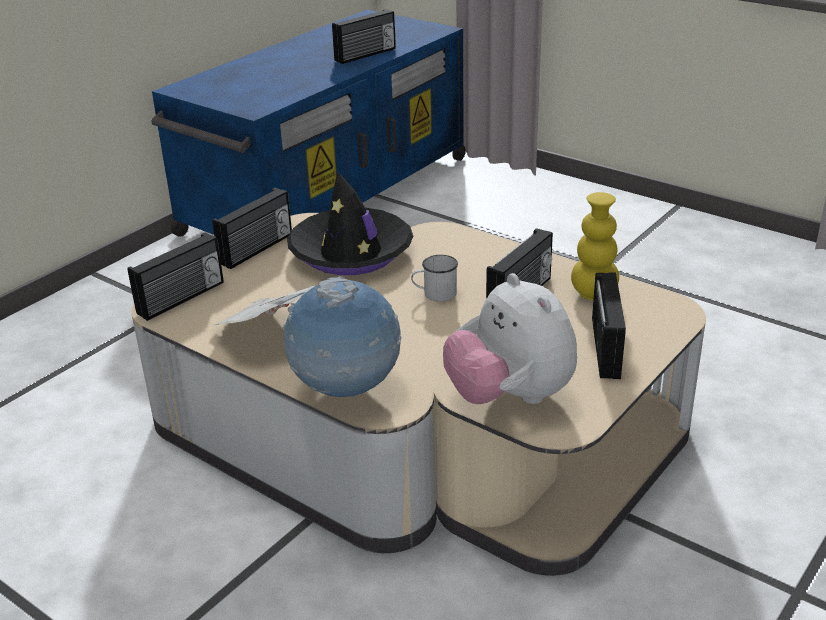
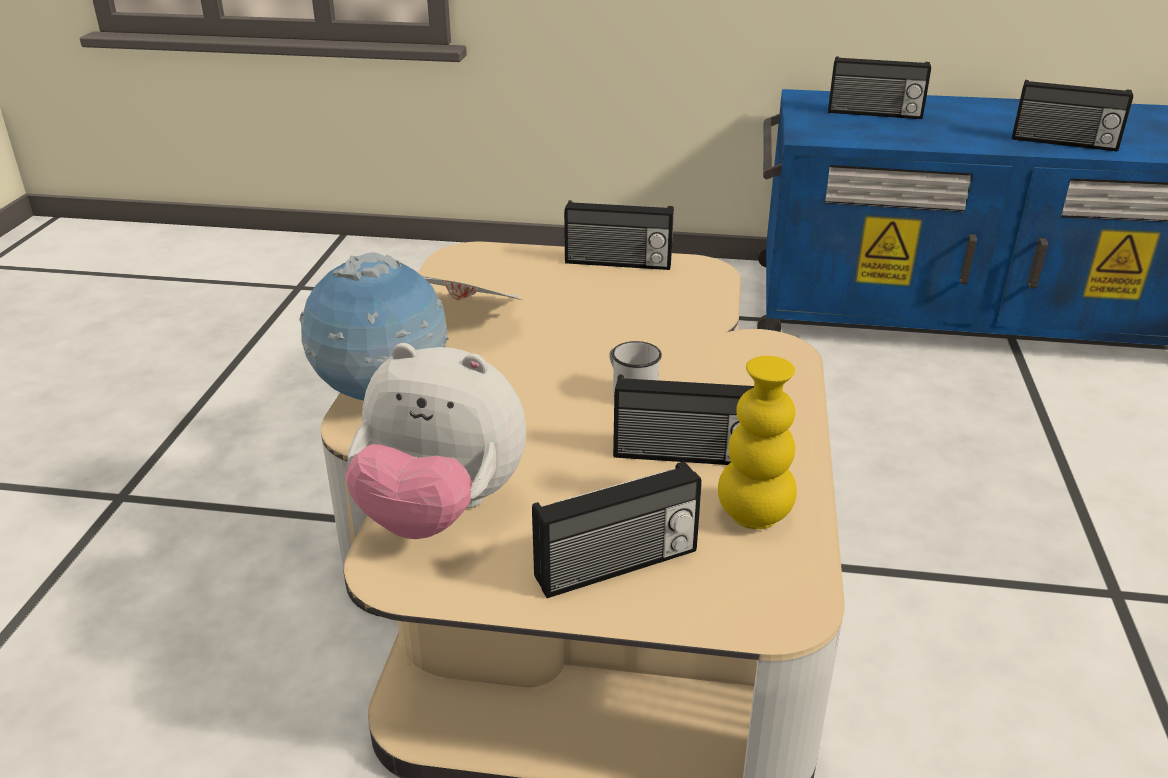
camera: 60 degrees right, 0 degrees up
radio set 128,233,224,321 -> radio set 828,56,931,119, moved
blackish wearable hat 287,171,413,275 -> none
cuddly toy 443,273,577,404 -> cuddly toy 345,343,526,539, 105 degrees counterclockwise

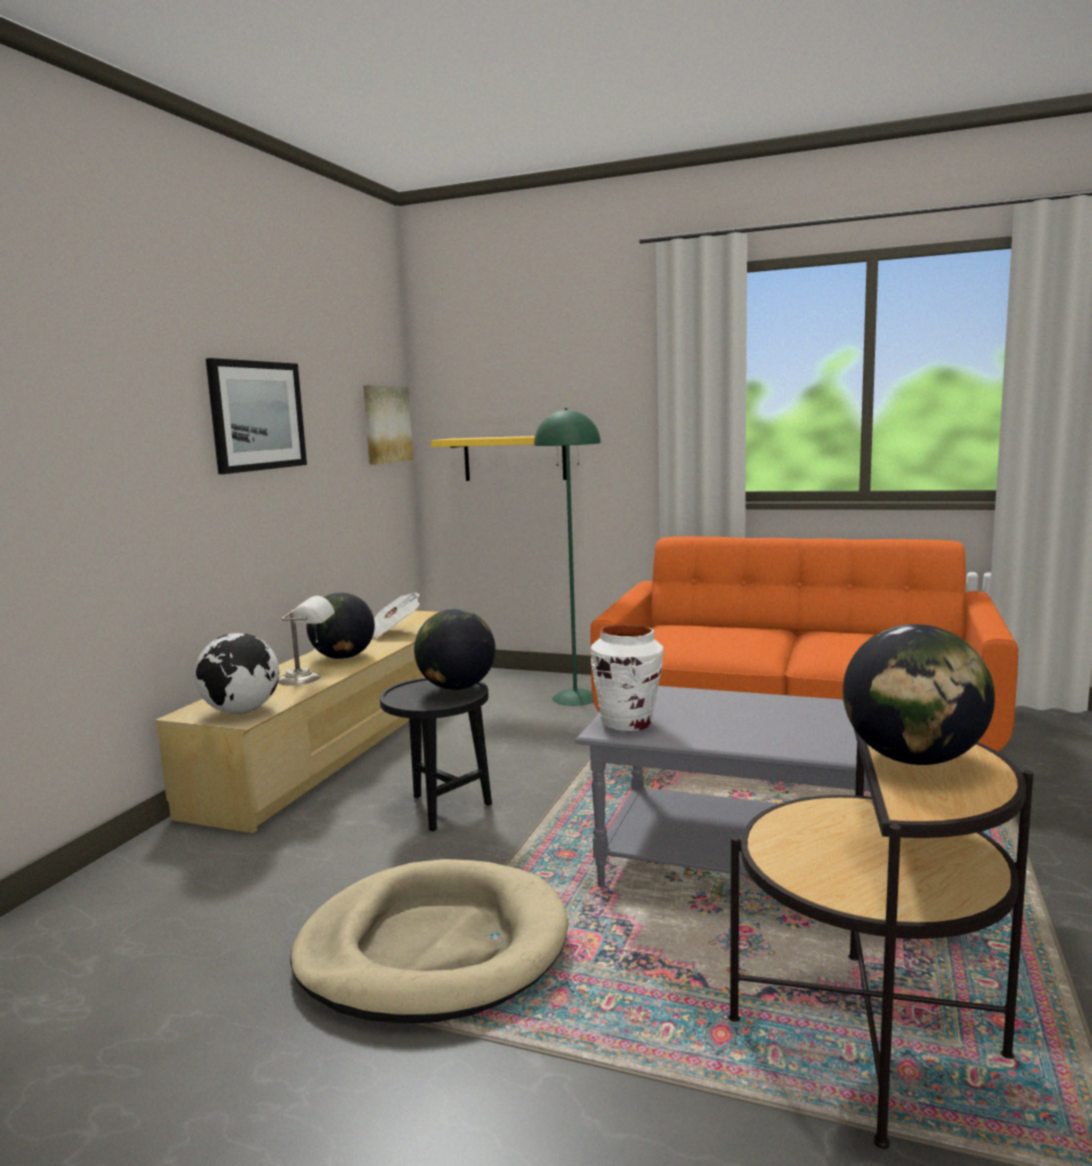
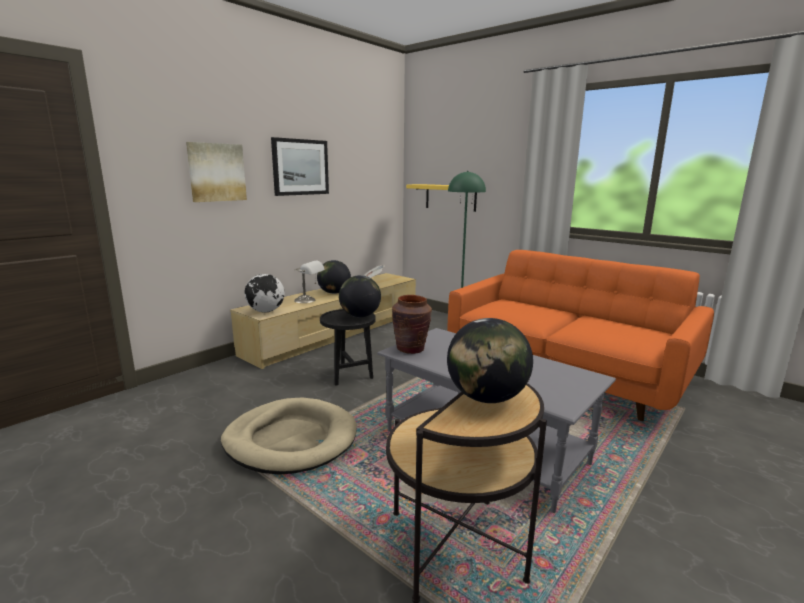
camera: 20 degrees right, 5 degrees up
wall art 363,385,413,465 -> wall art 186,142,247,202, moved
white decorative vase 591,624,664,731 -> brown-coloured decorative vase 392,295,432,354

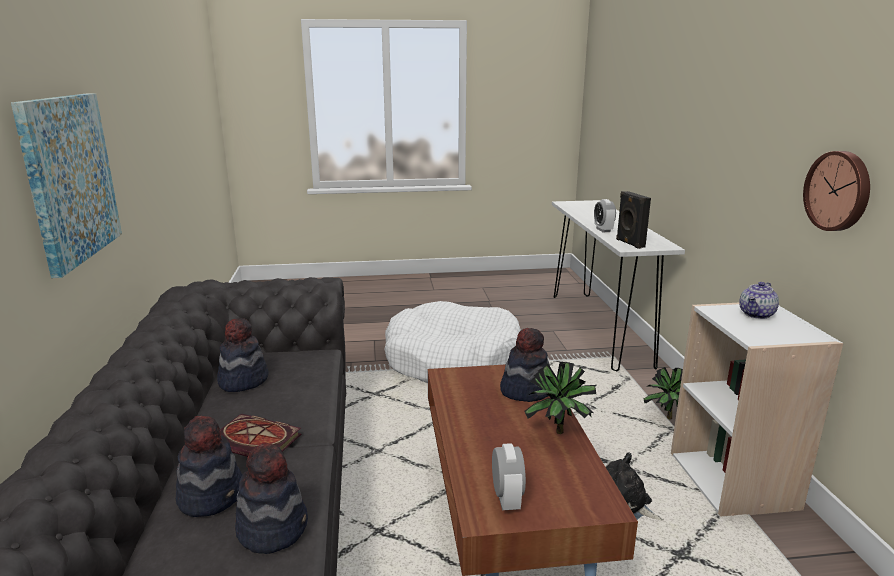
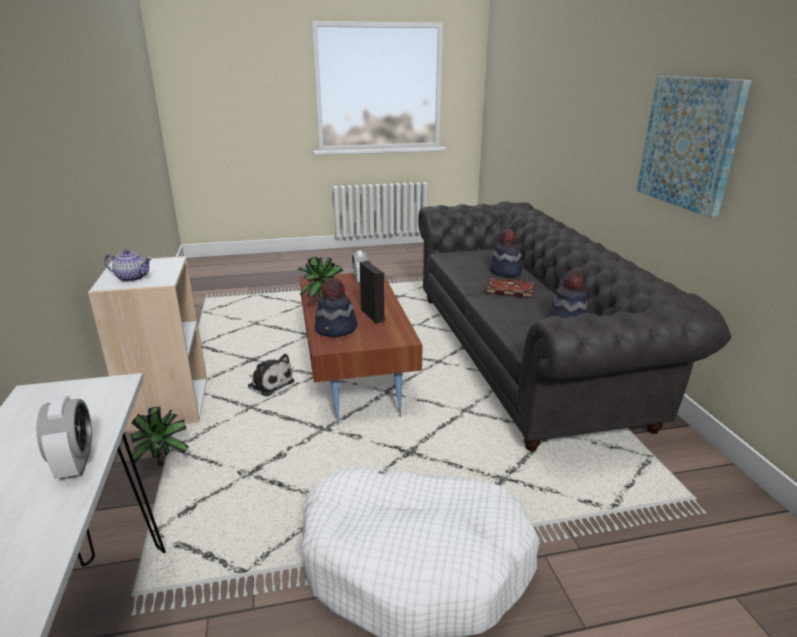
camera: 175 degrees right, 5 degrees up
wearable hat 235,444,308,554 -> none
blackish loudspeaker 616,191,651,249 -> blackish loudspeaker 360,260,385,323, moved
teapot 739,282,779,319 -> teapot 104,249,152,282, 60 degrees clockwise
clock on the wall 803,151,870,231 -> none

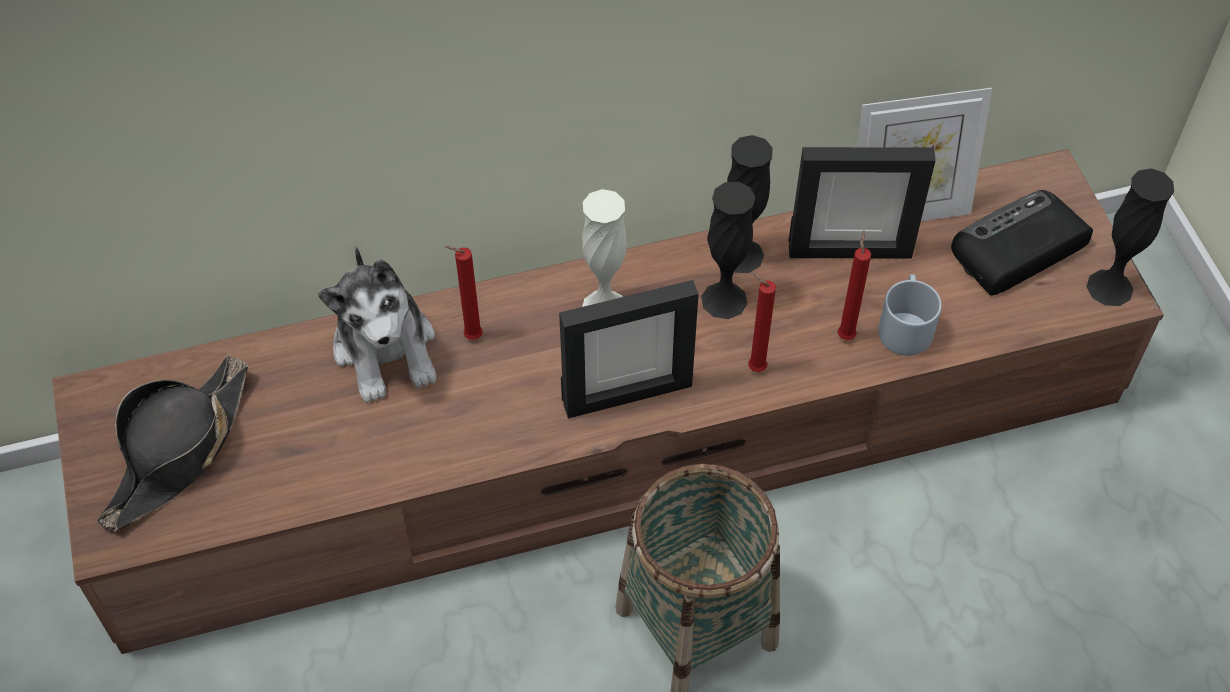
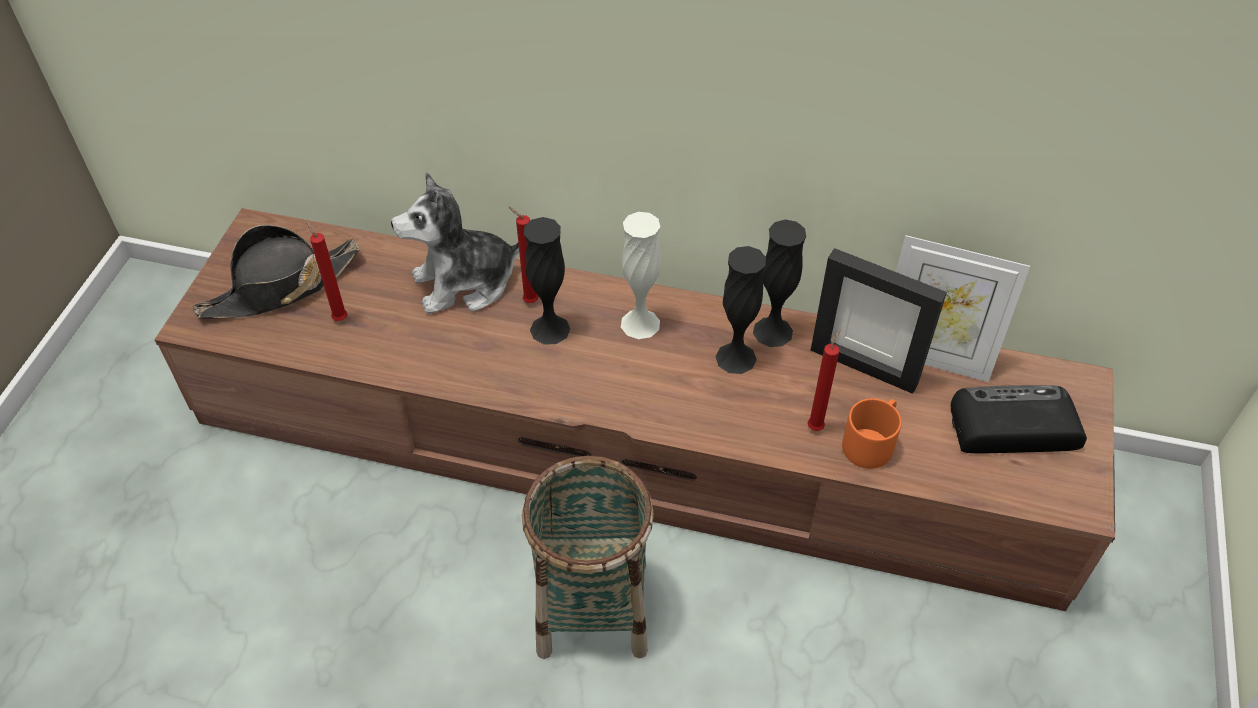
camera: 30 degrees right, 5 degrees down
cuddly toy 318,246,436,403 -> cuddly toy 391,172,519,314, 60 degrees clockwise
picture frame 559,280,699,418 -> none
reddish candle 748,272,776,372 -> reddish candle 306,220,348,321, moved
greyish mug 878,274,942,356 -> orange mug 842,398,902,469
blackish decorative vase 1086,169,1174,306 -> blackish decorative vase 524,217,570,345, moved

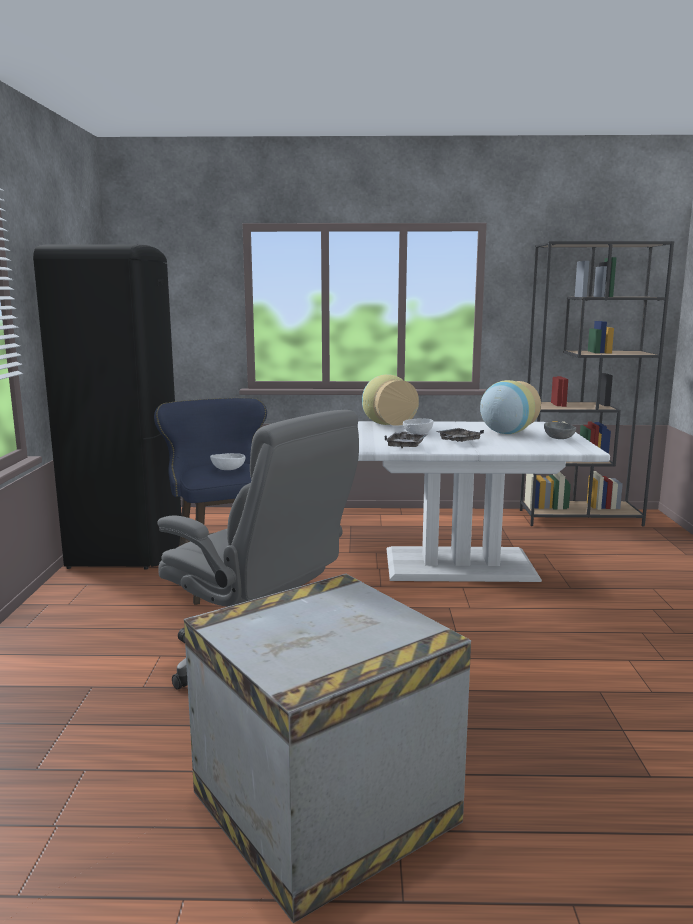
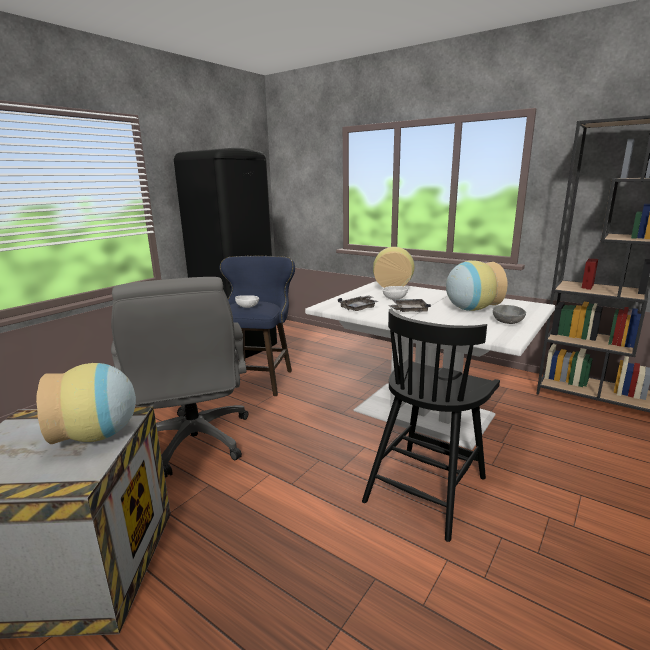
camera: 35 degrees right, 5 degrees up
none -> decorative vase 36,363,136,444
none -> blackish plain chair 362,308,500,542

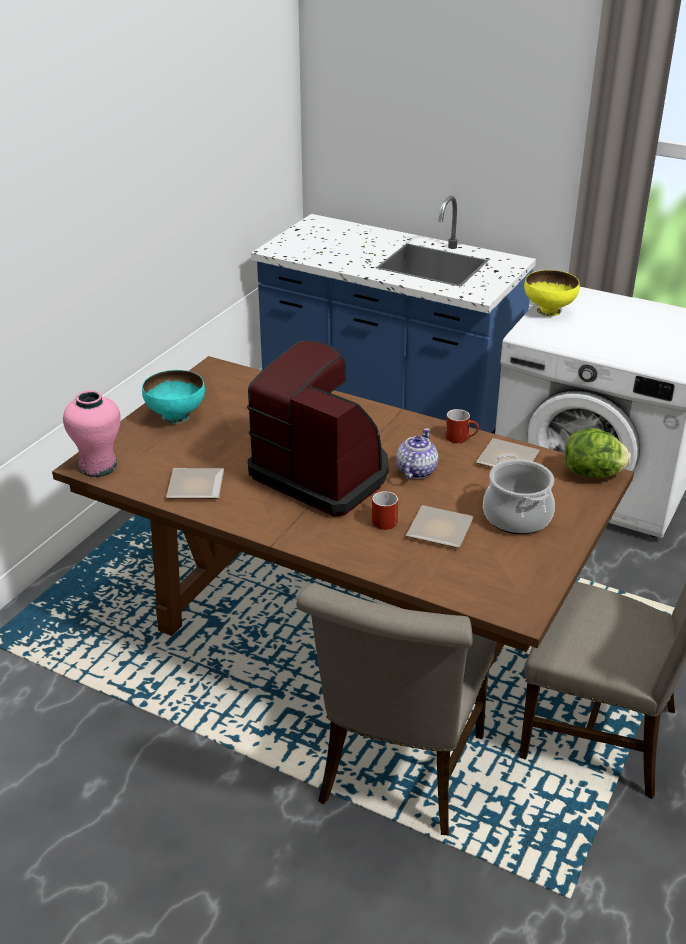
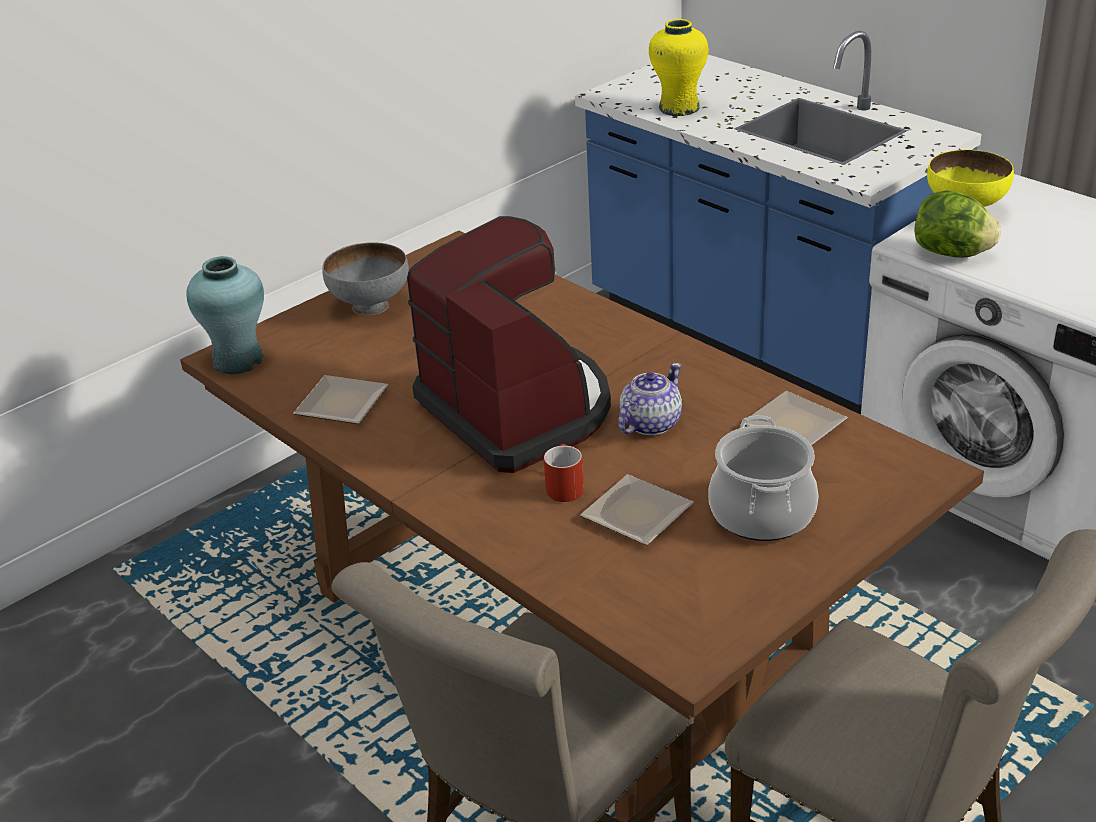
camera: 20 degrees right, 0 degrees up
pinkish decorative vase 63,390,121,477 -> turquoise decorative vase 186,256,264,374
turquoise serving bowl 142,370,205,423 -> greyish serving bowl 322,242,409,316
reddish mug 445,409,479,443 -> none
head of lettuce 565,428,631,478 -> head of lettuce 915,190,1001,258, moved
none -> yellowish decorative vase 649,19,709,116

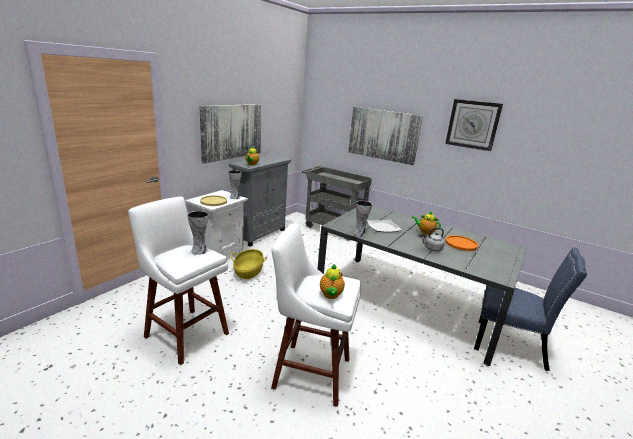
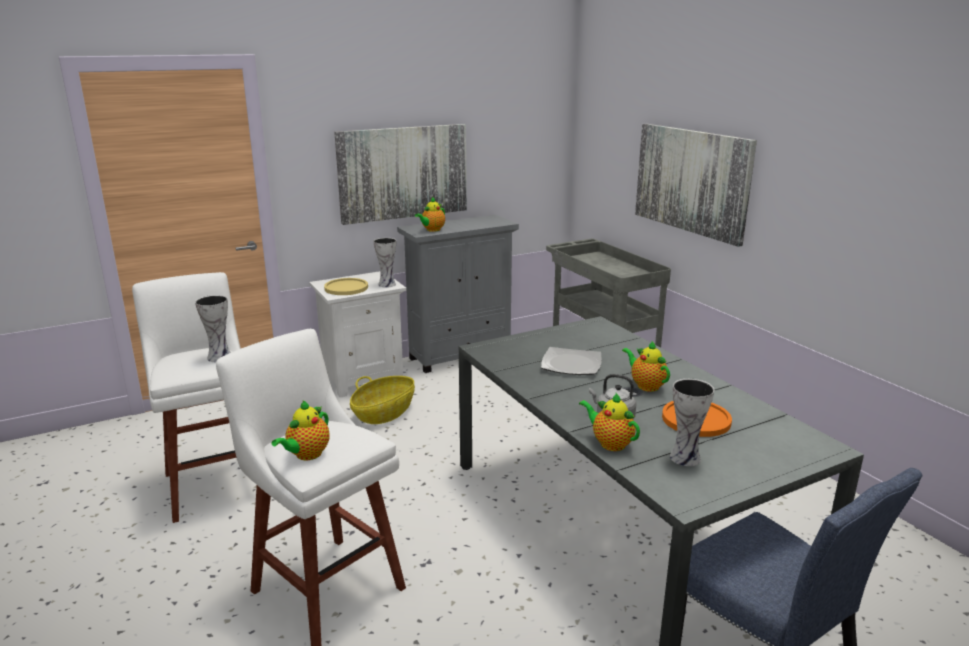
camera: 30 degrees right, 0 degrees up
decorative vase 354,200,372,237 -> decorative vase 670,379,714,466, moved
clock on the wall 445,99,503,151 -> none
none -> teapot 579,393,640,451

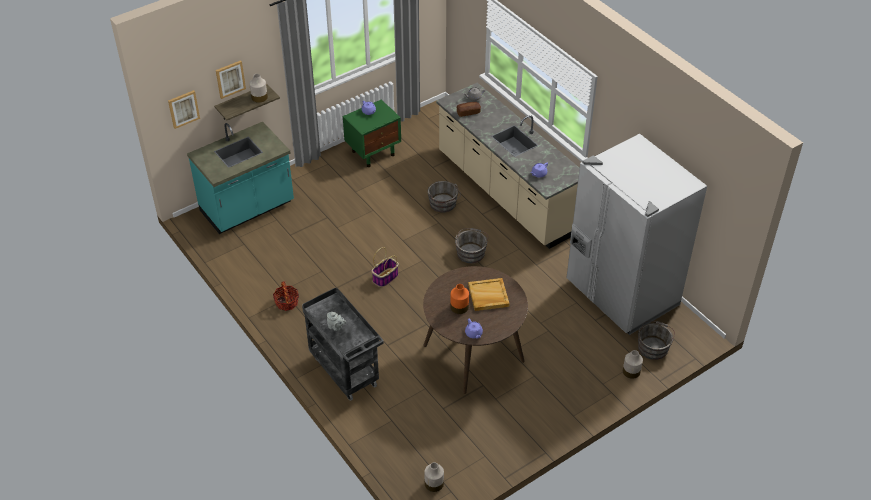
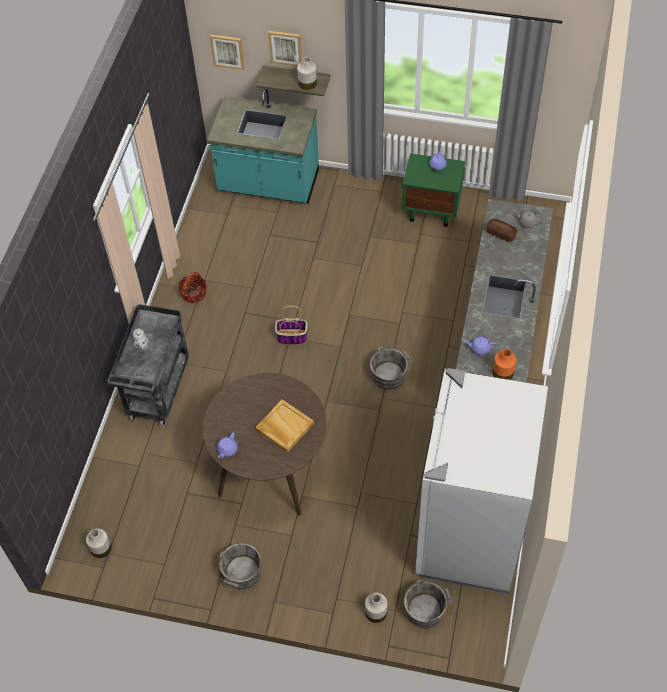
camera: 50 degrees right, 10 degrees up
greyish pail 428,181,461,212 -> greyish pail 216,543,262,589, moved
orange decorative vase 450,284,469,314 -> orange decorative vase 492,349,516,380, moved

